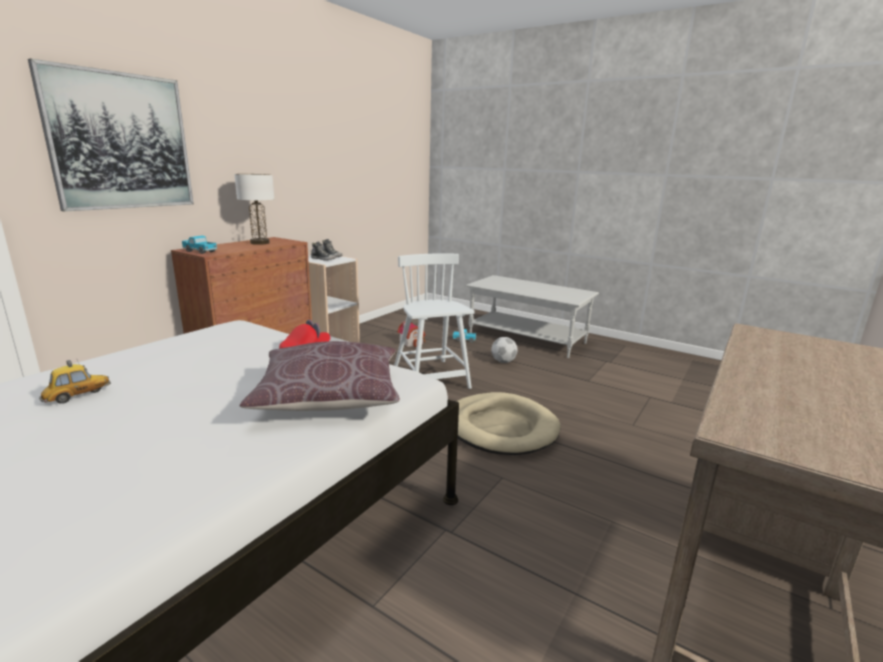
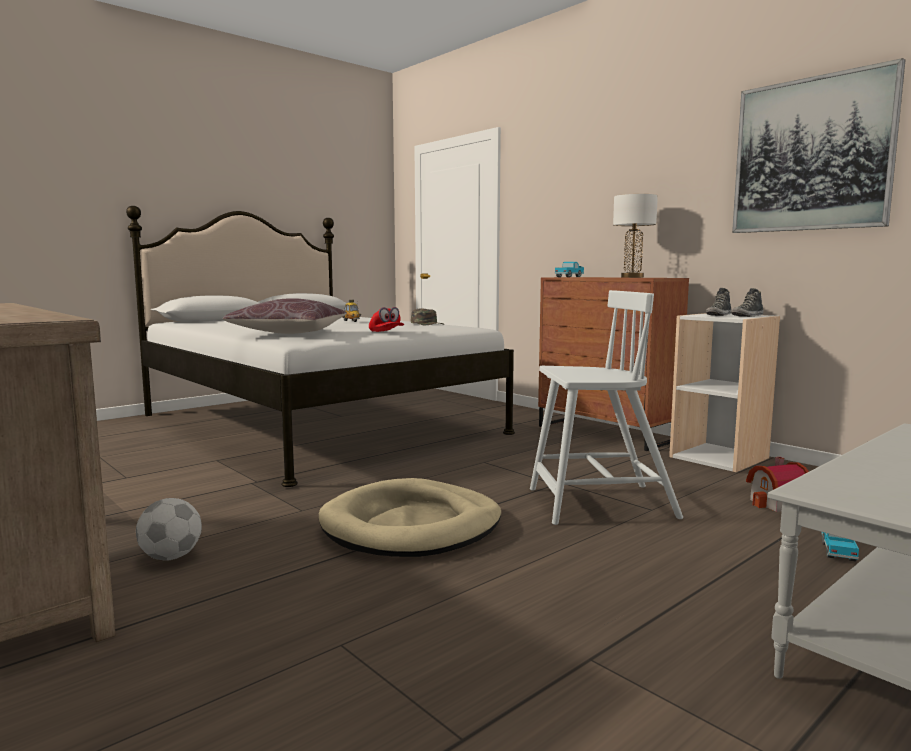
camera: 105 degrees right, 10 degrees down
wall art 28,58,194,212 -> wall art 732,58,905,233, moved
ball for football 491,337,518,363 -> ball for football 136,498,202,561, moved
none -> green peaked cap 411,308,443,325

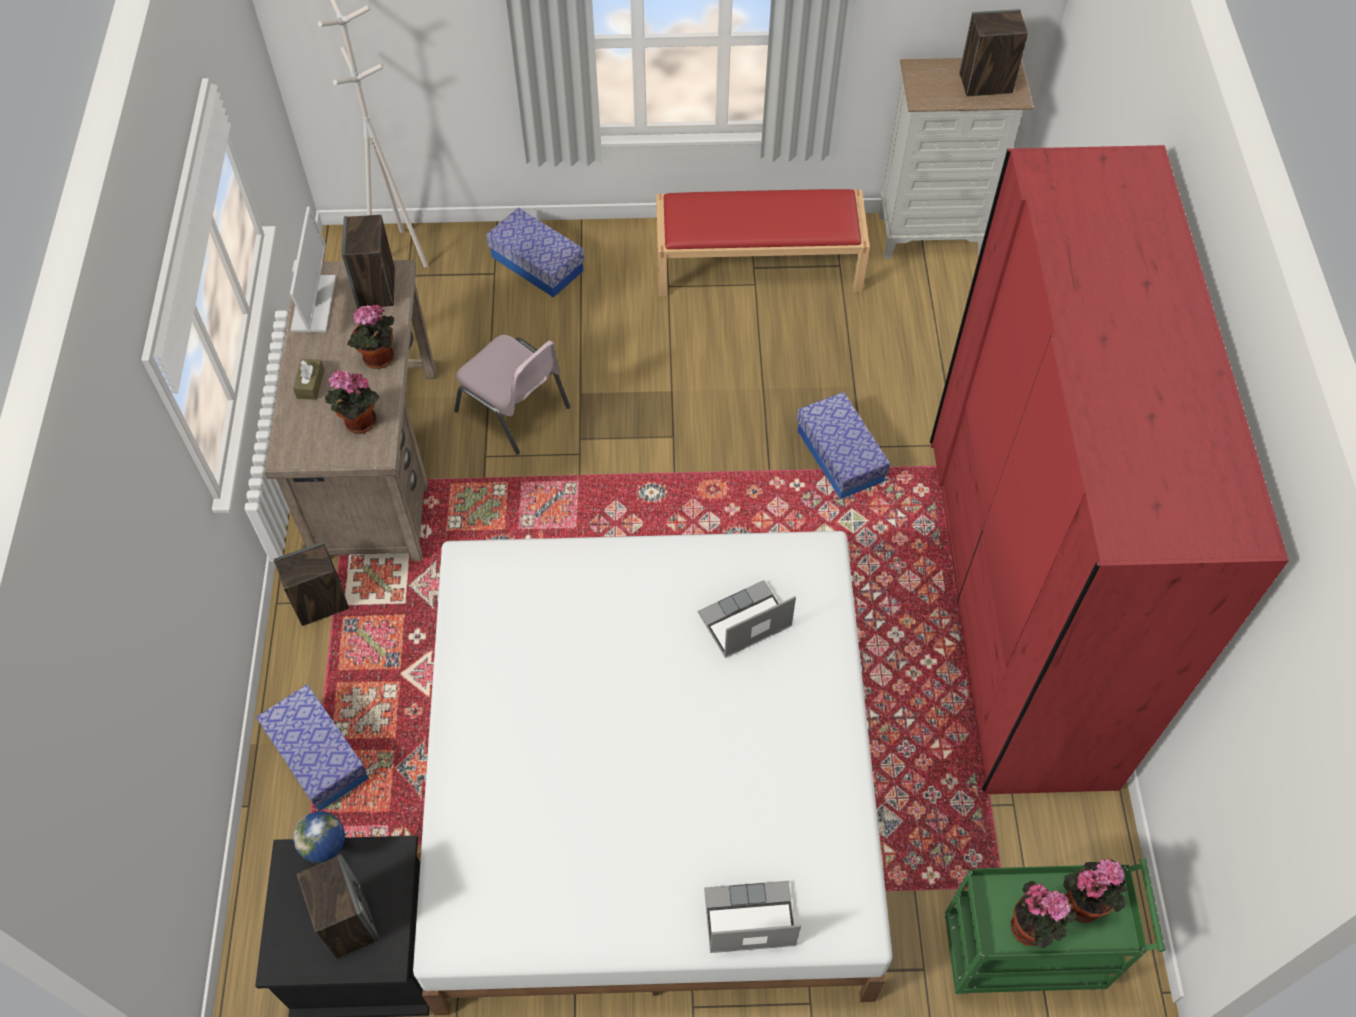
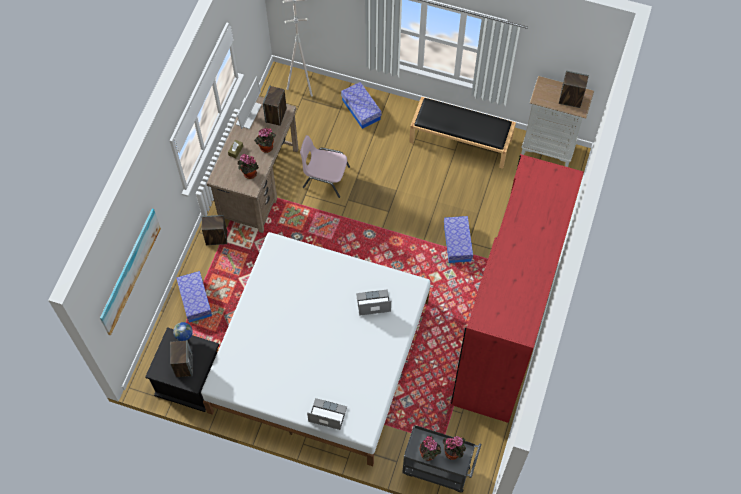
camera: 20 degrees right, 5 degrees up
pinkish plain chair 454,335,570,455 -> pinkish plain chair 300,135,350,198, 135 degrees clockwise
reddish long seat 656,189,870,296 -> blackish long seat 409,97,516,169
green wheeled cart 945,858,1165,994 -> greyish wheeled cart 402,425,482,493
none -> wall art 100,209,161,336

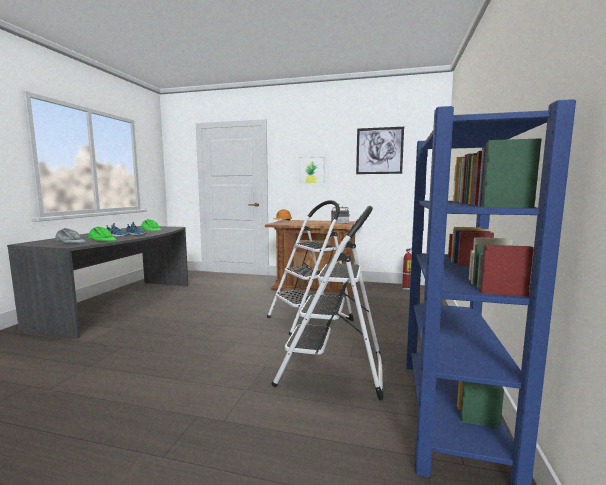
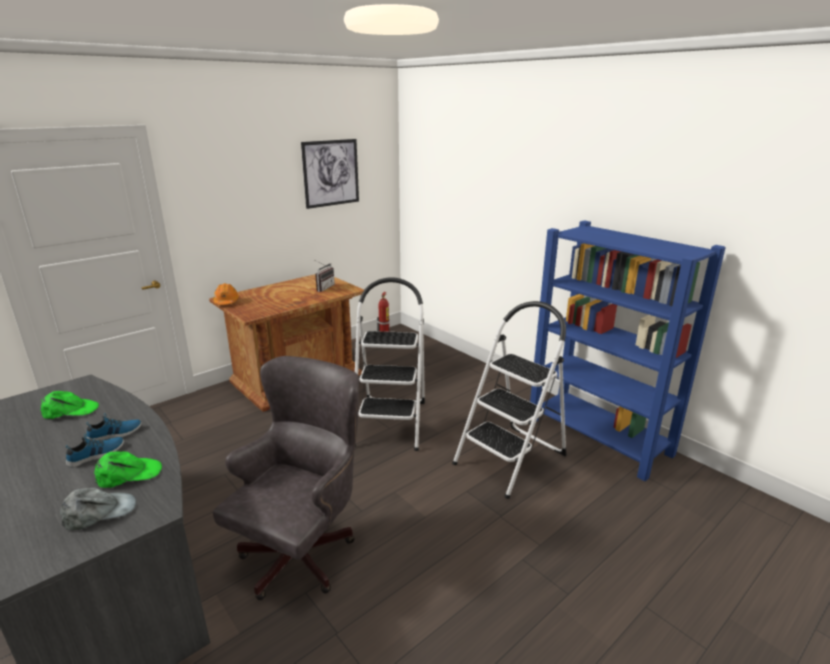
camera: 55 degrees left, 15 degrees up
wall art 298,156,325,184 -> none
none -> greyish office chair 213,356,359,600

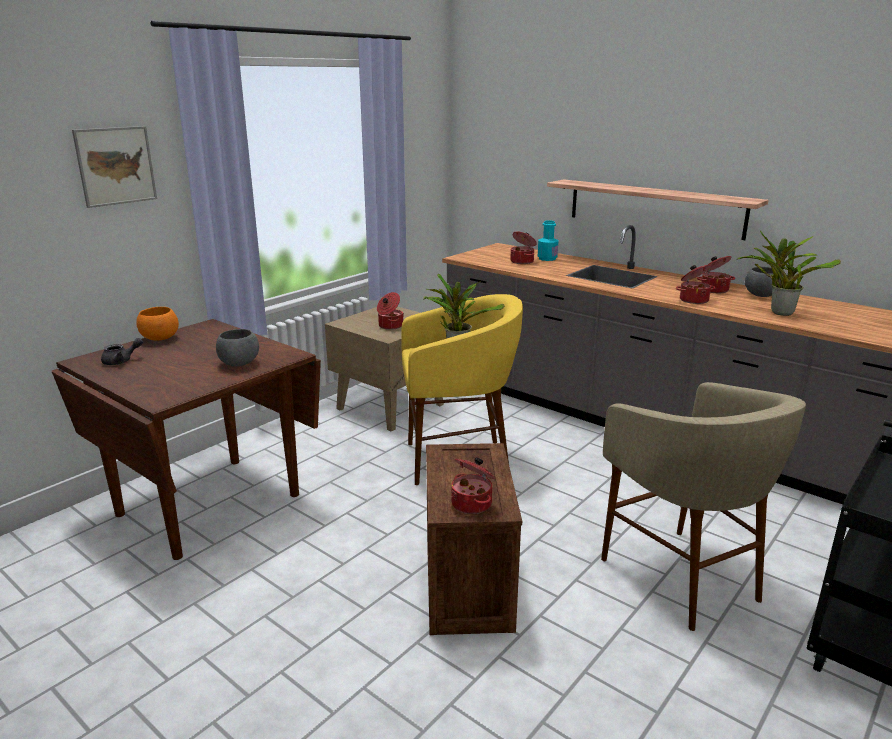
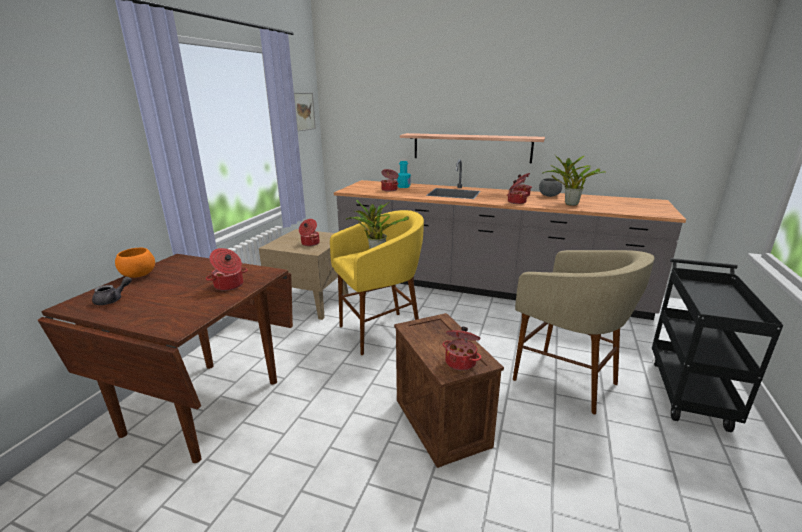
camera: 20 degrees left, 0 degrees up
wall art 72,126,157,208 -> wall art 294,93,316,132, moved
greyish serving bowl 216,329,259,366 -> stockpot 206,248,248,291

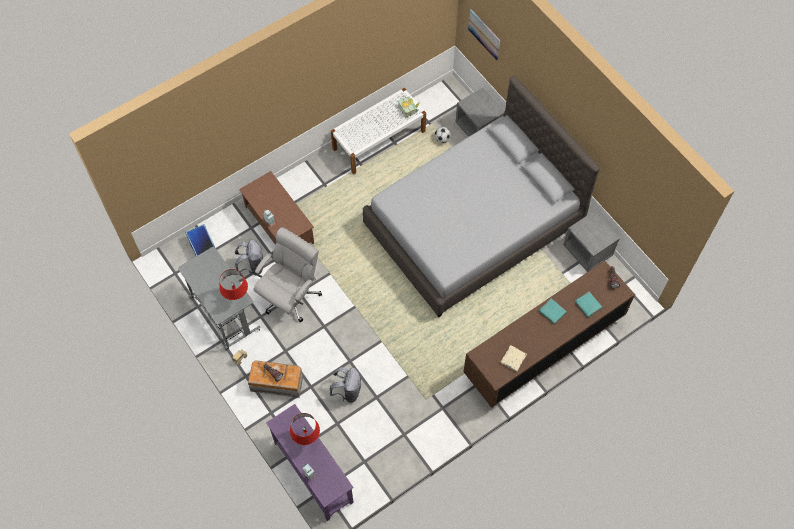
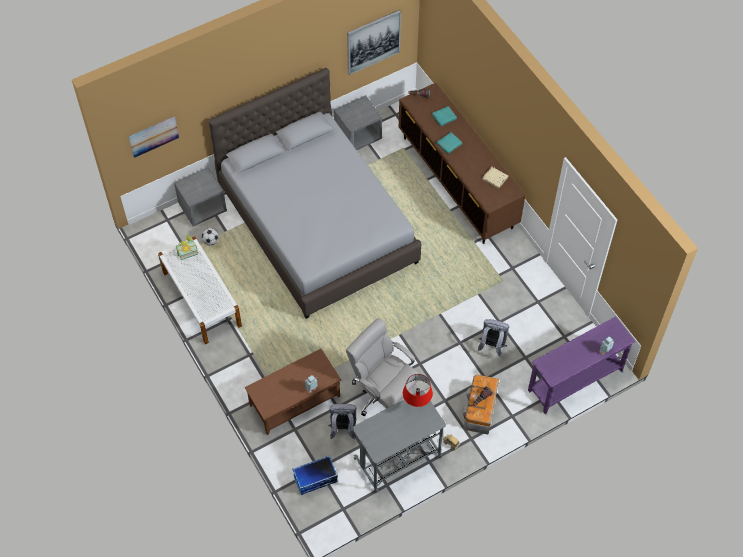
camera: 85 degrees left, 5 degrees down
reddish table lamp 290,413,320,445 -> none
none -> wall art 347,10,401,75

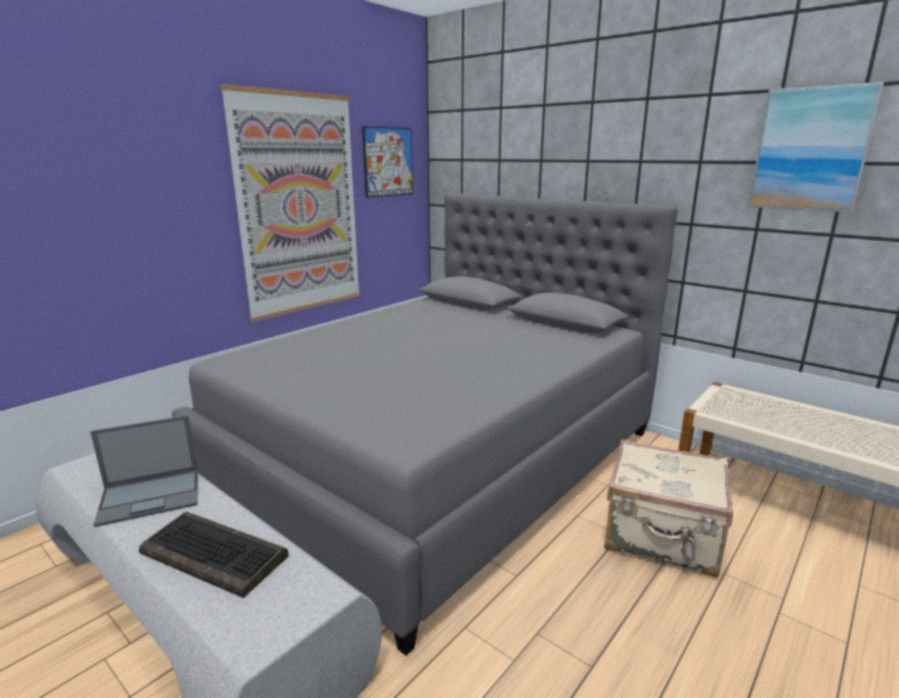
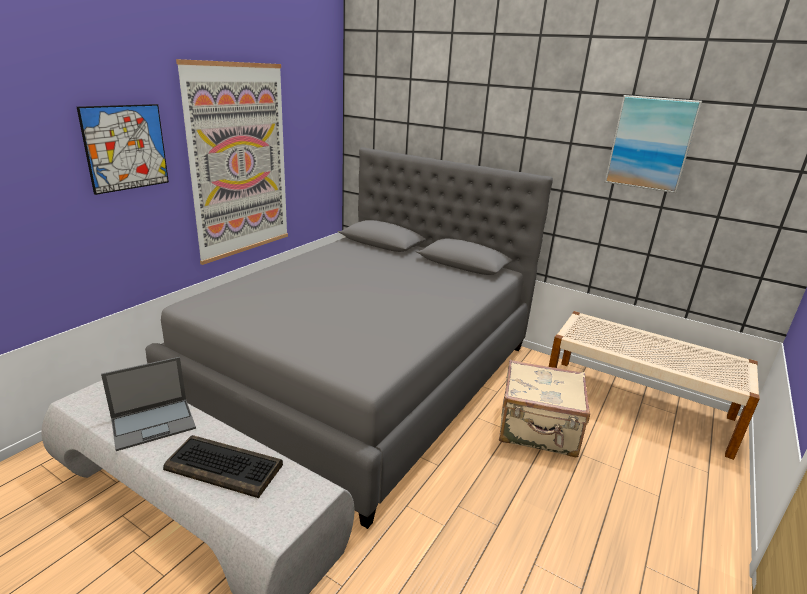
camera: 10 degrees left, 5 degrees up
wall art 362,126,413,198 -> wall art 77,104,169,195, moved

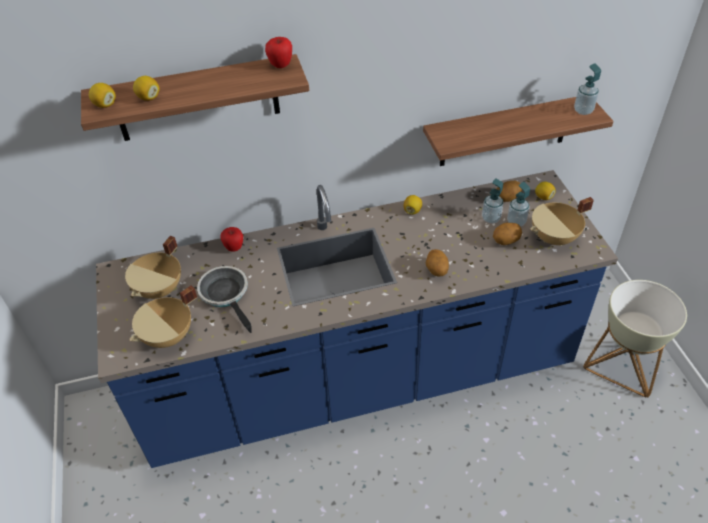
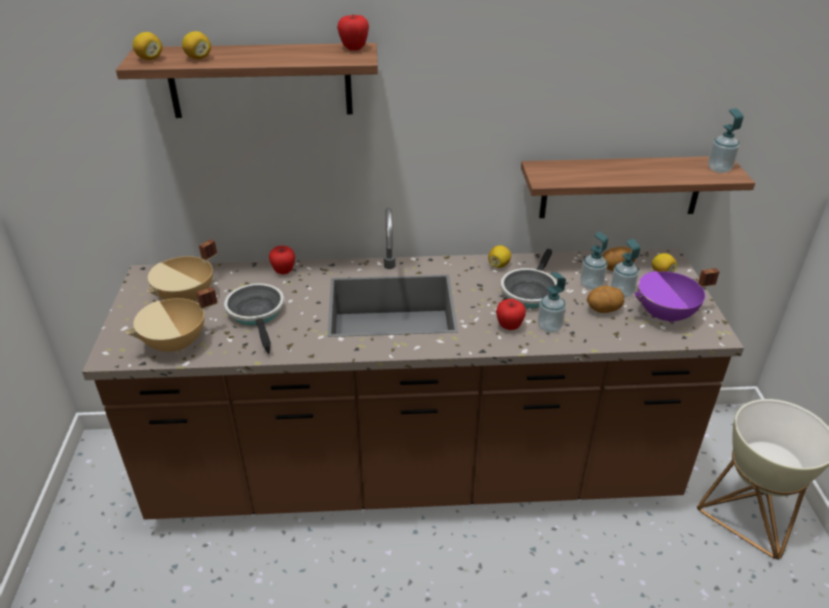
camera: 10 degrees right, 10 degrees down
blue kitchen base unit 96,170,618,468 -> brown-coloured kitchen base unit 82,208,744,520
potato 426,249,449,277 -> apple fruit 496,299,526,330
sand-coloured stockpot 531,197,594,246 -> purple stockpot 634,268,719,324
none -> frying pan 501,249,557,308
none -> soap bottle 538,273,566,333

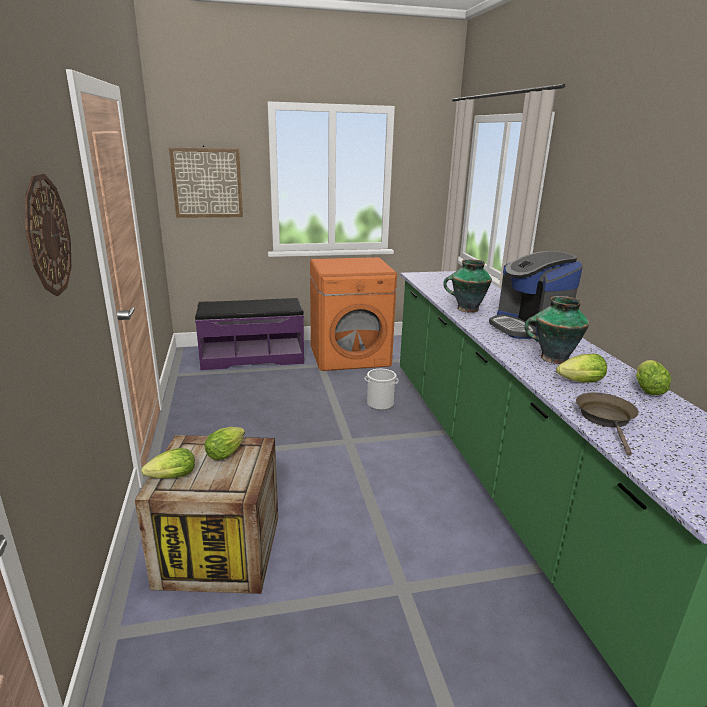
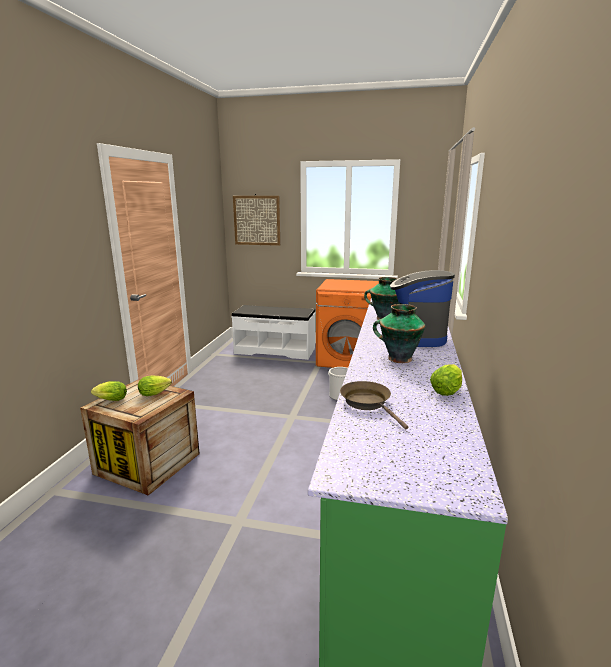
camera: 25 degrees right, 5 degrees down
clock on the wall 25,174,71,296 -> none
purple long seat 195,298,304,370 -> white long seat 231,305,315,360
head of lettuce 556,354,607,383 -> none
brown-coloured frying pan 576,392,639,456 -> brown-coloured frying pan 340,381,408,429, 60 degrees counterclockwise

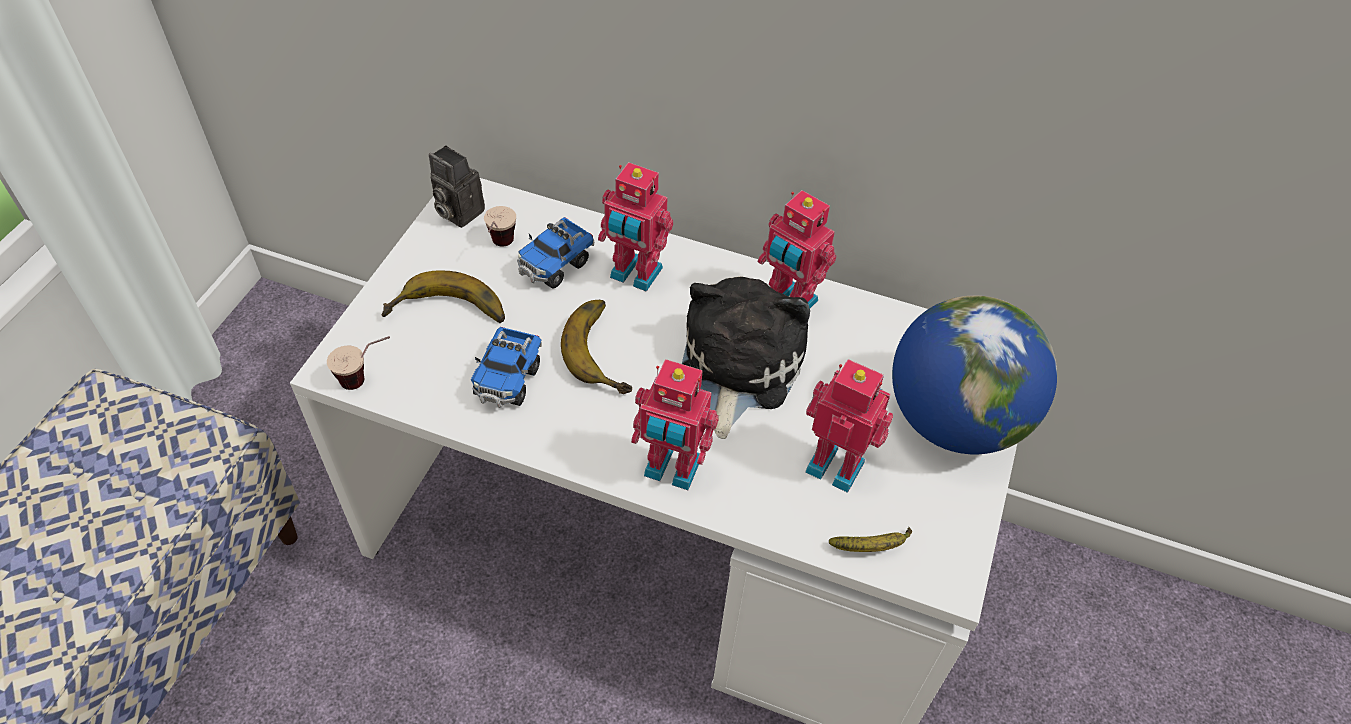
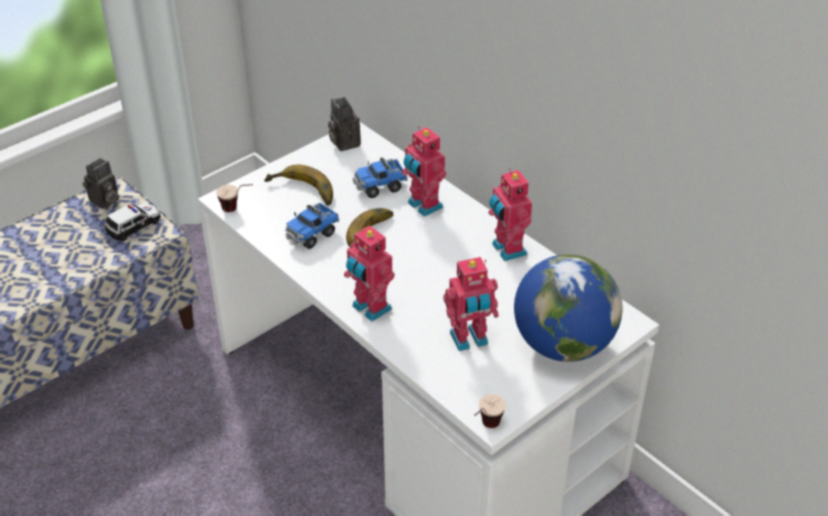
camera: 30 degrees right, 10 degrees down
drinking cup 484,206,516,247 -> drinking cup 474,395,506,428, moved
cuddly toy 682,276,810,439 -> none
toy robot 805,359,893,493 -> toy robot 443,257,499,351, 105 degrees clockwise
whole banana 829,527,912,552 -> none
none -> photo camera 82,158,119,209
none -> miniature car 104,203,161,241

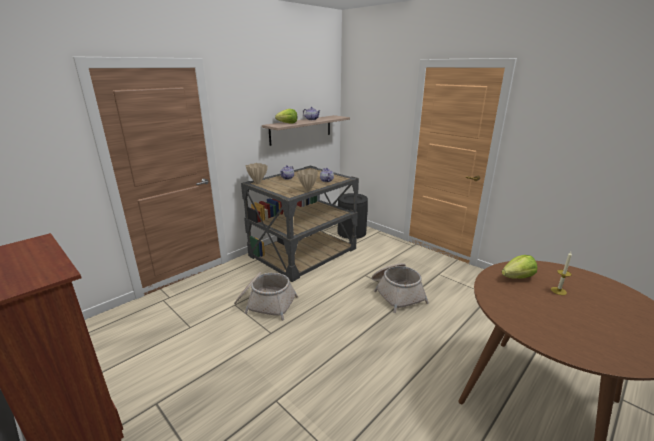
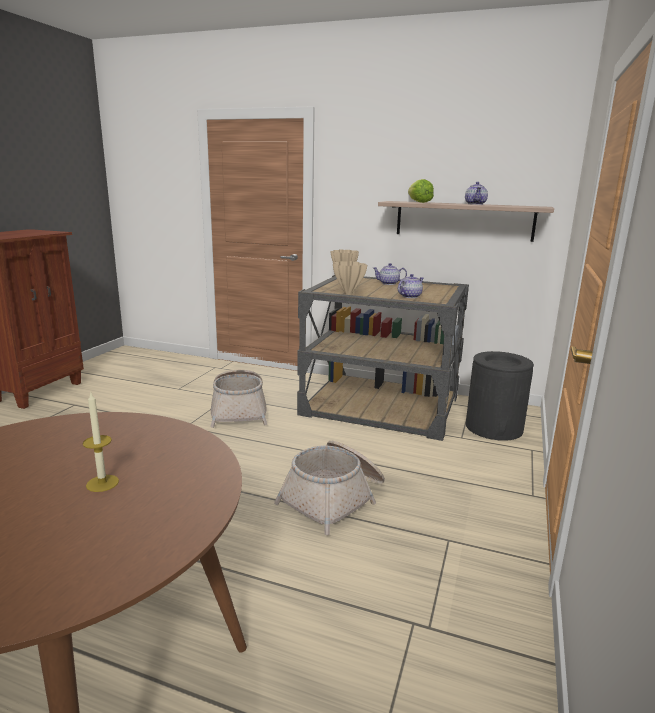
camera: 65 degrees right, 5 degrees down
head of lettuce 502,255,537,279 -> none

